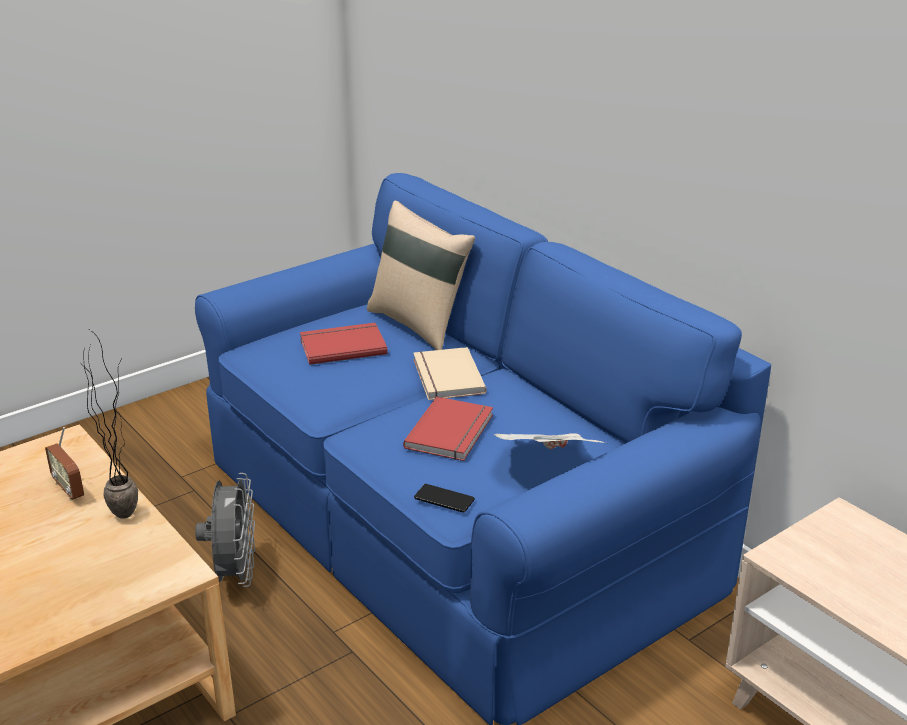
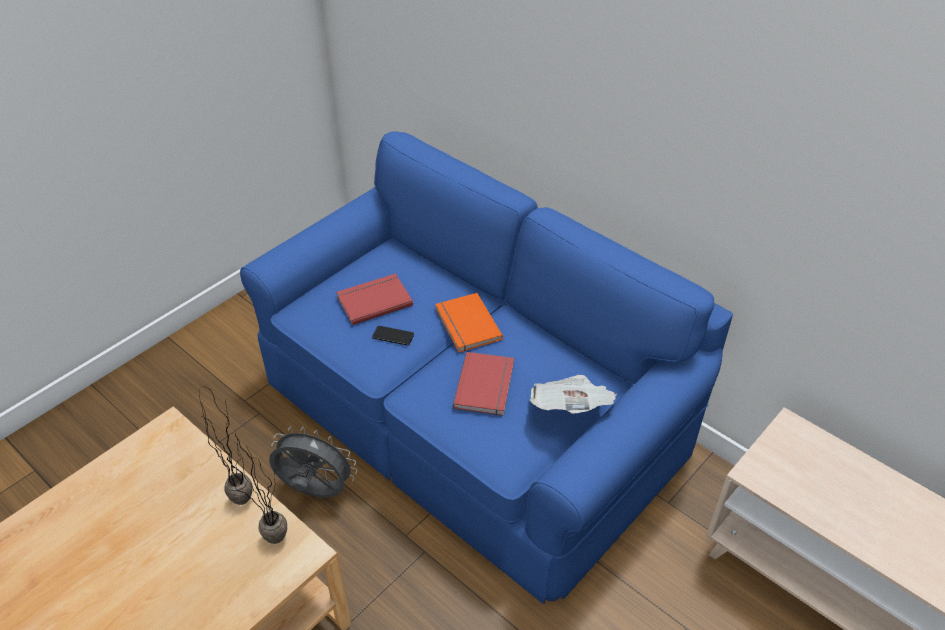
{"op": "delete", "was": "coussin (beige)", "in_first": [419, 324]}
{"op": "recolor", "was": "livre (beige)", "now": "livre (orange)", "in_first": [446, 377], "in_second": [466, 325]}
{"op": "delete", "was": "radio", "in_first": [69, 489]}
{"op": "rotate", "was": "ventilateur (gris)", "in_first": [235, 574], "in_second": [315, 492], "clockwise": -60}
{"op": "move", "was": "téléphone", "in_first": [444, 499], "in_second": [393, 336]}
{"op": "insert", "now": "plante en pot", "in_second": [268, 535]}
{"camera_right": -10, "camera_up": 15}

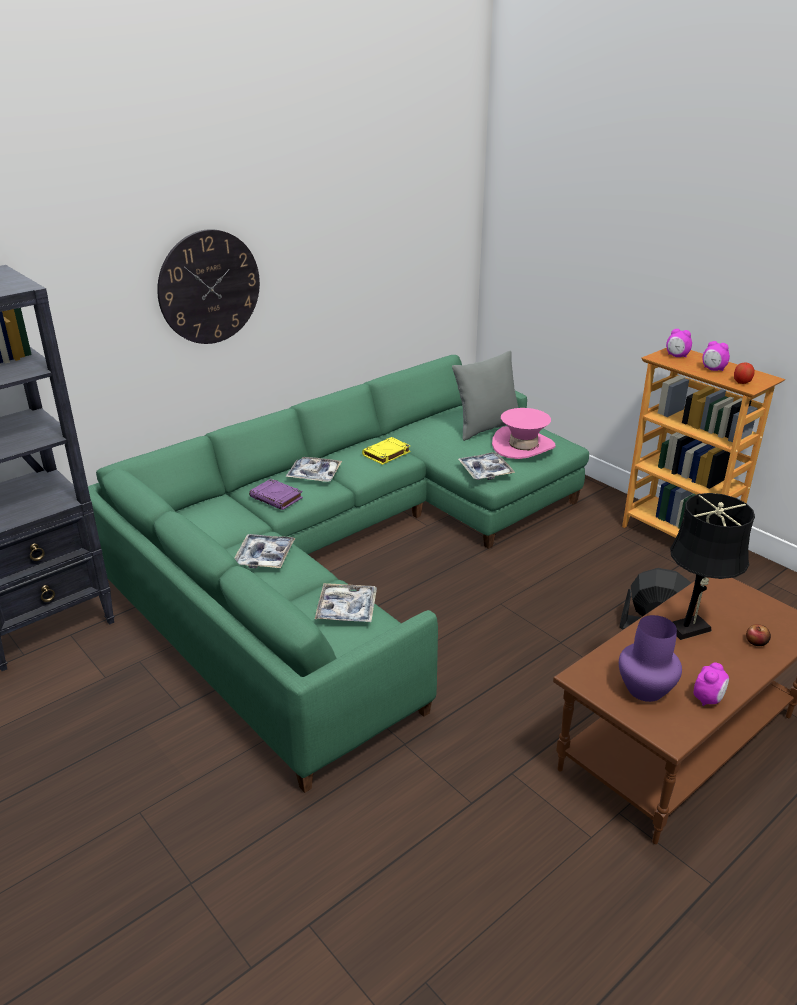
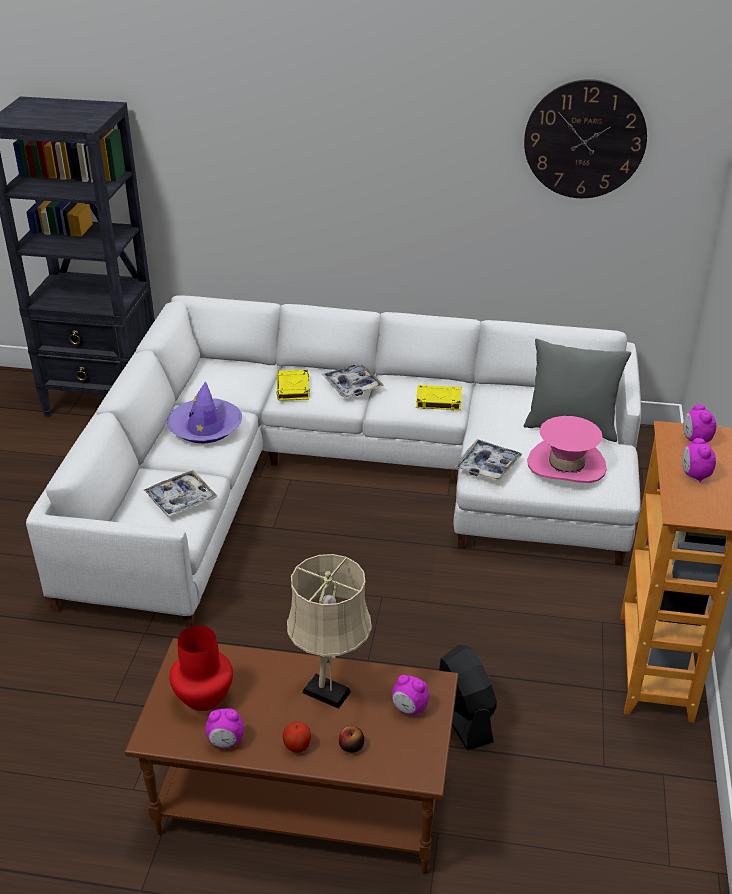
{"op": "move", "was": "horloge murale", "in_first": [209, 287], "in_second": [584, 140]}
{"op": "recolor", "was": "canapé (vert)", "now": "canapé (blanc)", "in_first": [347, 554], "in_second": [346, 477]}
{"op": "move", "was": "pomme", "in_first": [741, 382], "in_second": [297, 746]}
{"op": "recolor", "was": "livre (violet)", "now": "livre (jaune)", "in_first": [277, 498], "in_second": [293, 388]}
{"op": "recolor", "was": "lampe de table (noir)", "now": "lampe de table (beige)", "in_first": [692, 628], "in_second": [330, 694]}
{"op": "replace", "was": "plateau", "now": "chapeau (violet)", "in_first": [264, 557], "in_second": [205, 428]}
{"op": "recolor", "was": "vase (violet)", "now": "vase (rouge)", "in_first": [644, 690], "in_second": [203, 697]}
{"op": "insert", "now": "réveil", "in_second": [409, 708]}
{"camera_right": 50, "camera_up": 5}

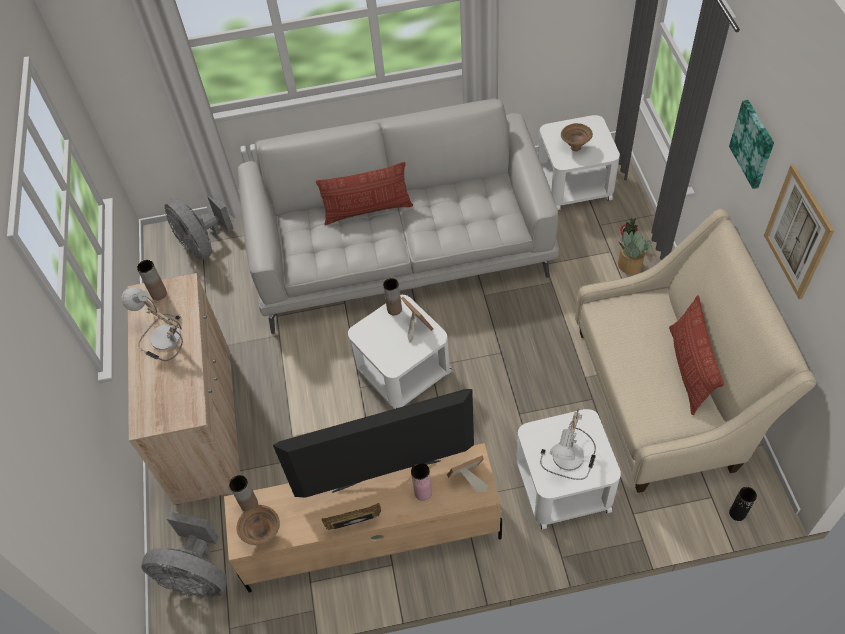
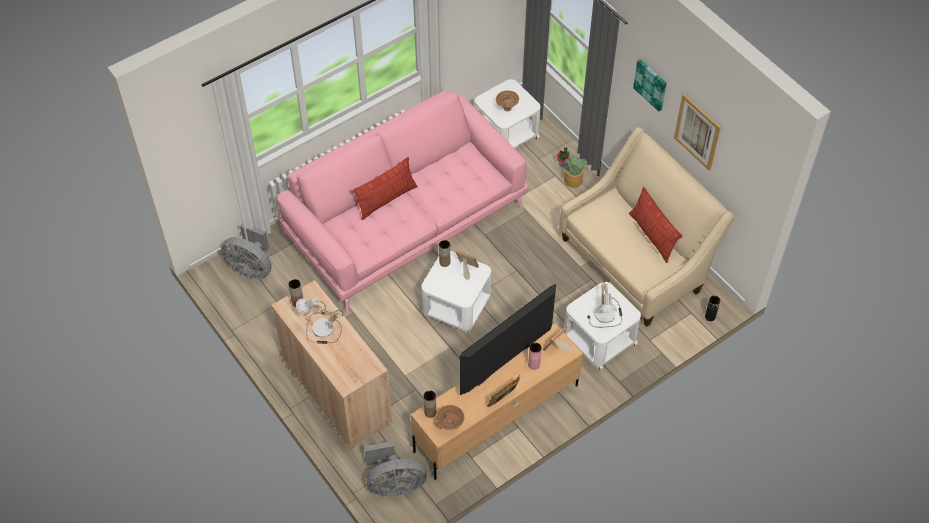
{"op": "recolor", "was": "canapé (blanc)", "now": "canapé (rose)", "in_first": [401, 248], "in_second": [406, 220]}
{"camera_right": -30, "camera_up": 0}

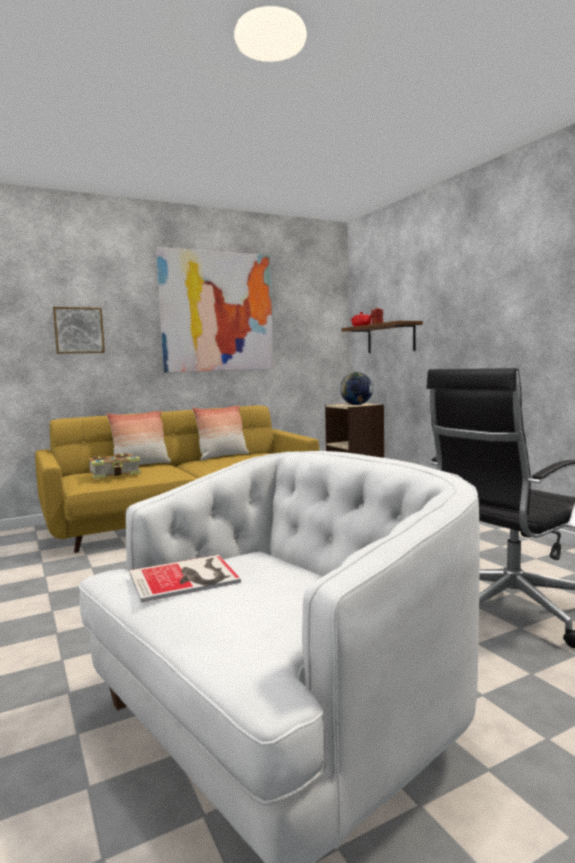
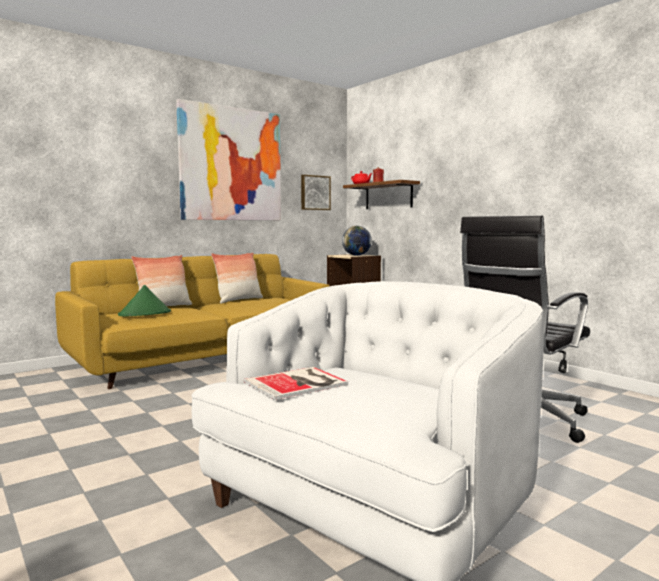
{"op": "move", "was": "tableau", "in_first": [79, 330], "in_second": [315, 192]}
{"op": "replace", "was": "livre", "now": "chapeau (vert)", "in_first": [115, 474], "in_second": [145, 314]}
{"camera_right": -10, "camera_up": 0}

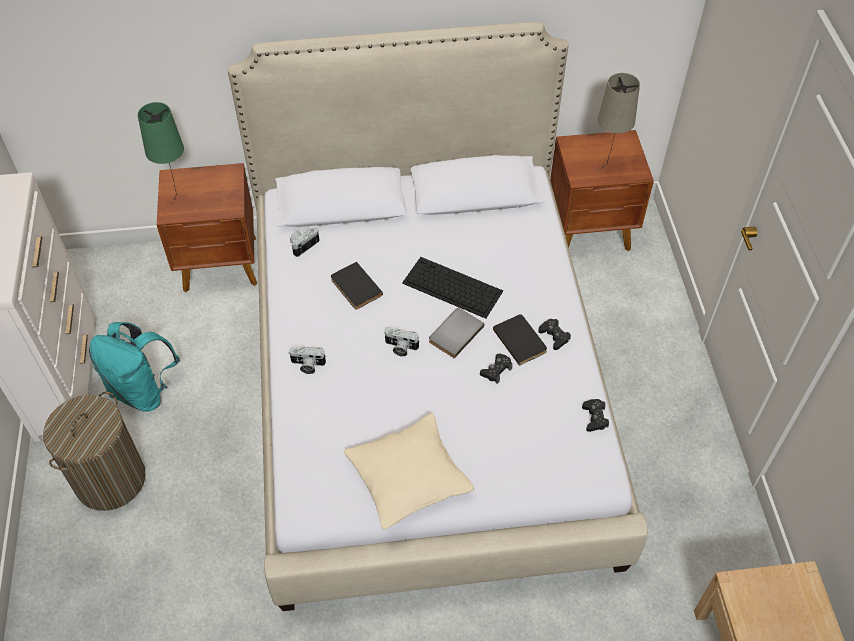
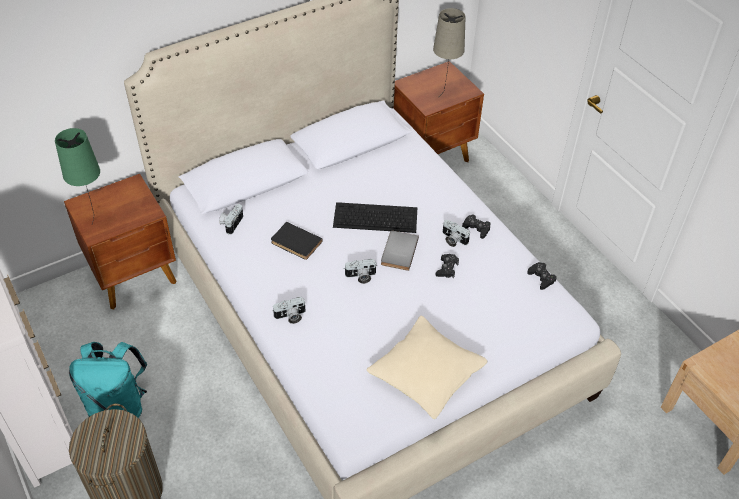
{"op": "replace", "was": "livre (noir)", "now": "appareil photo", "in_first": [521, 340], "in_second": [453, 240]}
{"camera_right": -25, "camera_up": -5}

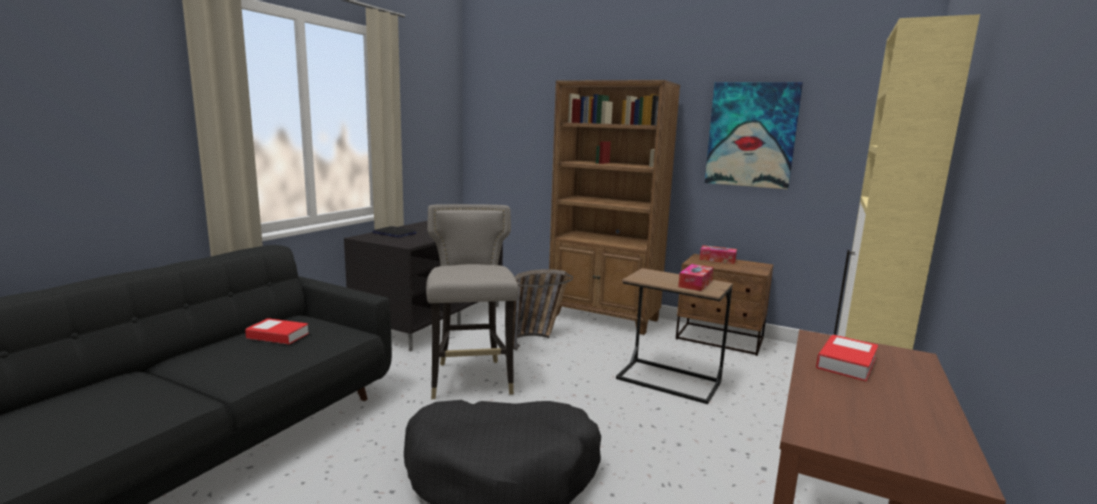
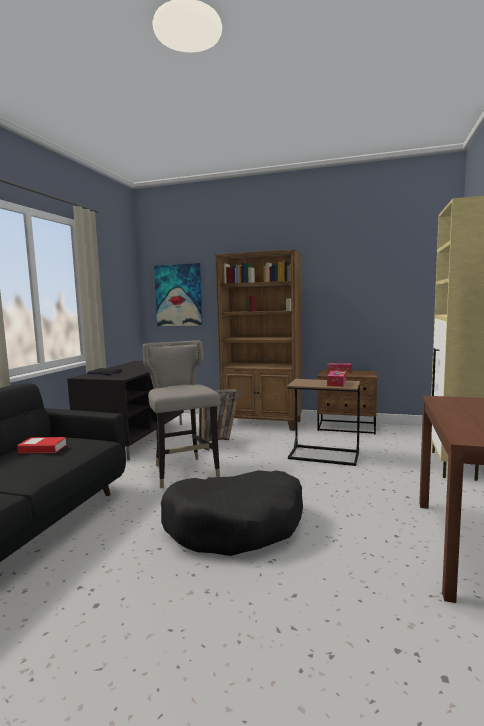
{"op": "move", "was": "tableau", "in_first": [751, 135], "in_second": [178, 295]}
{"op": "delete", "was": "livre", "in_first": [846, 363]}
{"camera_right": -10, "camera_up": -5}

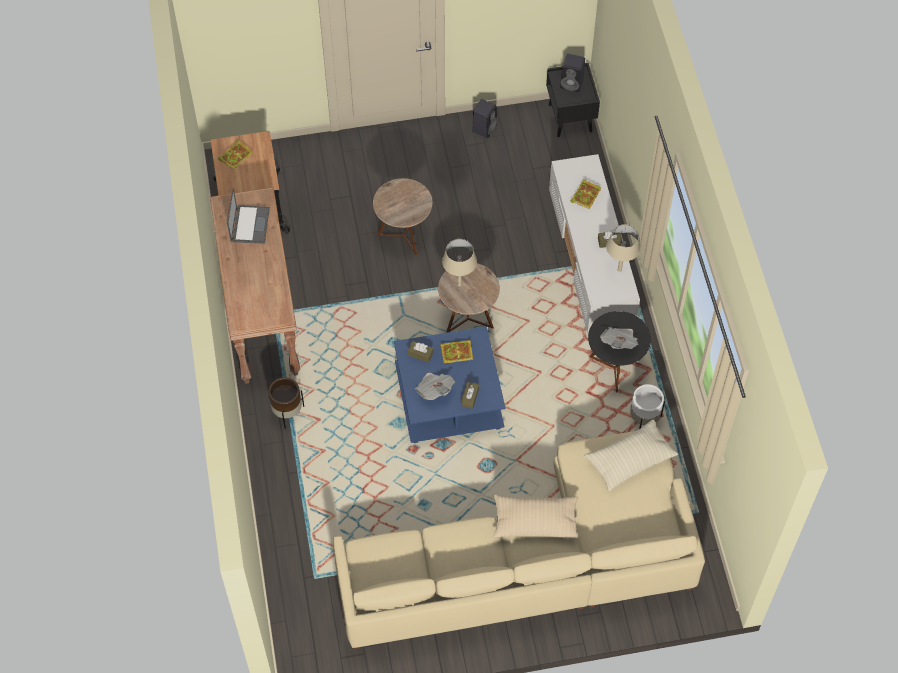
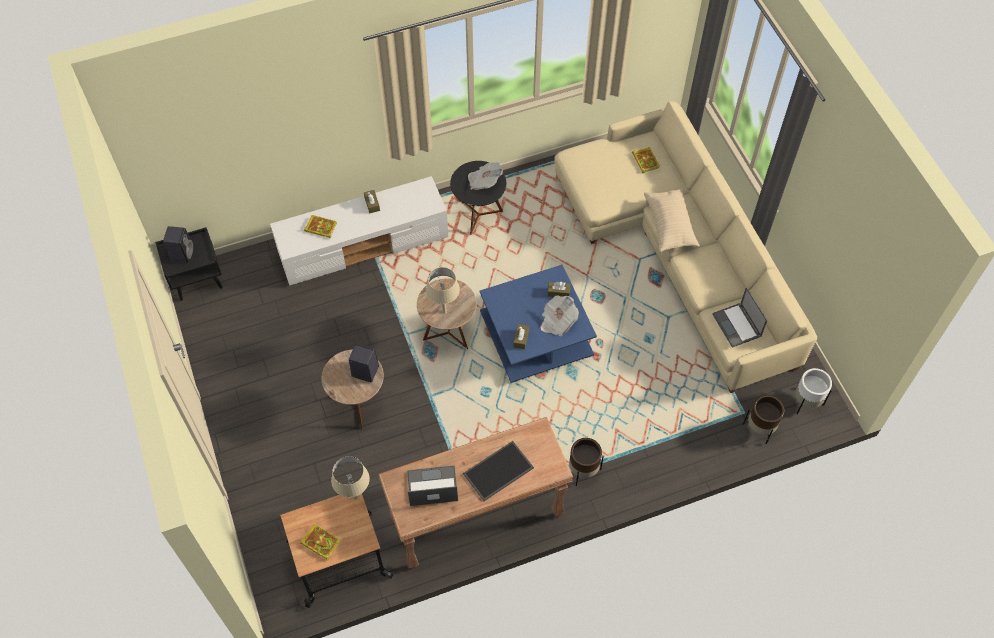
{"op": "move", "was": "enceinte (noir)", "in_first": [484, 128], "in_second": [364, 371]}
{"op": "move", "was": "lampe de table (beige)", "in_first": [619, 270], "in_second": [355, 497]}
{"op": "move", "was": "livre", "in_first": [457, 352], "in_second": [645, 160]}
{"op": "move", "was": "cache-pot (blanc)", "in_first": [643, 420], "in_second": [806, 402]}
{"op": "delete", "was": "coussin (beige)", "in_first": [629, 460]}
{"op": "insert", "now": "ordinateur portable", "in_second": [737, 325]}
{"op": "insert", "now": "cache-pot (marron)", "in_second": [760, 428]}
{"op": "insert", "now": "plateau", "in_second": [498, 472]}
{"camera_right": -100, "camera_up": 0}

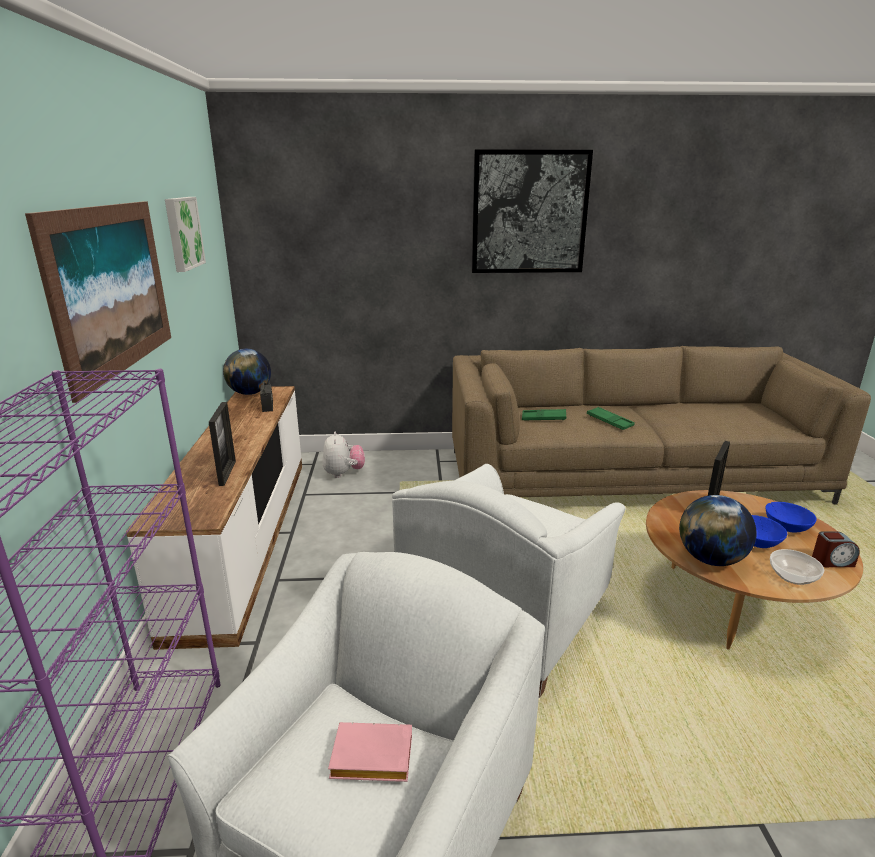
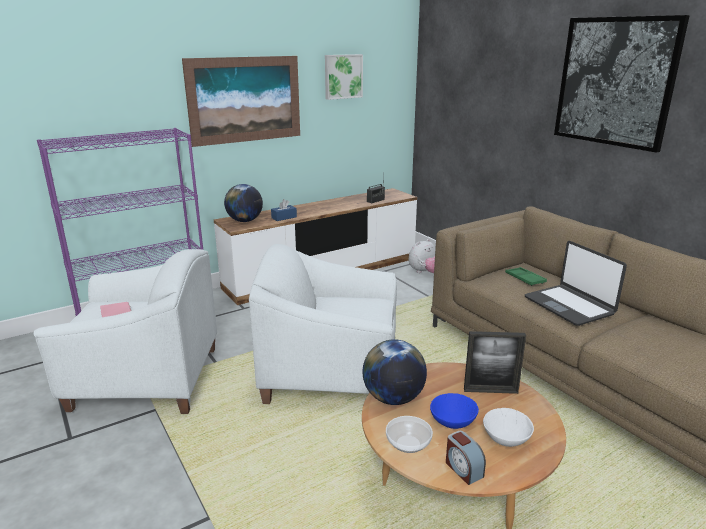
{"op": "move", "was": "globe", "in_first": [250, 393], "in_second": [245, 221]}
{"op": "replace", "was": "cadre photo", "now": "boîte à mouchoirs (bleu)", "in_first": [227, 473], "in_second": [284, 217]}
{"op": "replace", "was": "plateau (vert)", "now": "ordinateur portable", "in_first": [609, 421], "in_second": [569, 305]}
{"op": "recolor", "was": "bol (bleu)", "now": "bol (blanc)", "in_first": [786, 526], "in_second": [507, 438]}
{"camera_right": 60, "camera_up": 0}

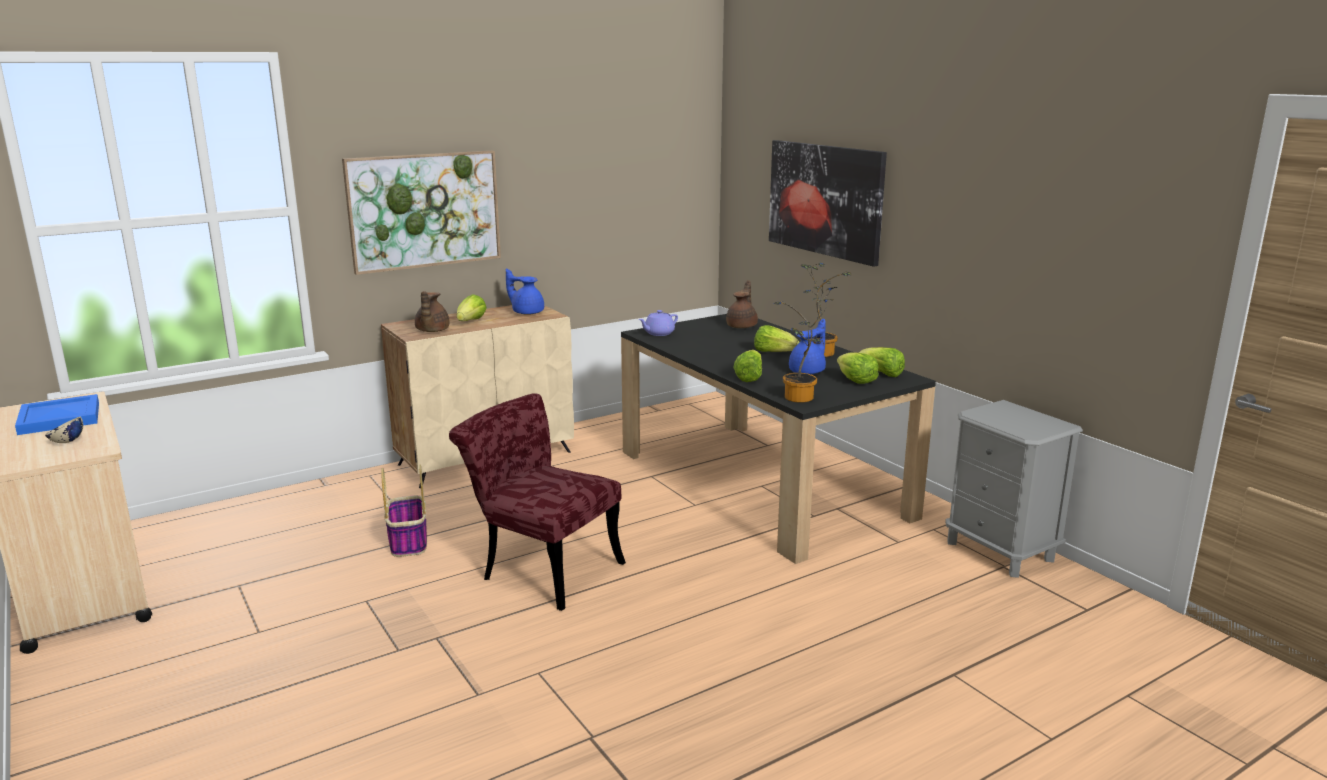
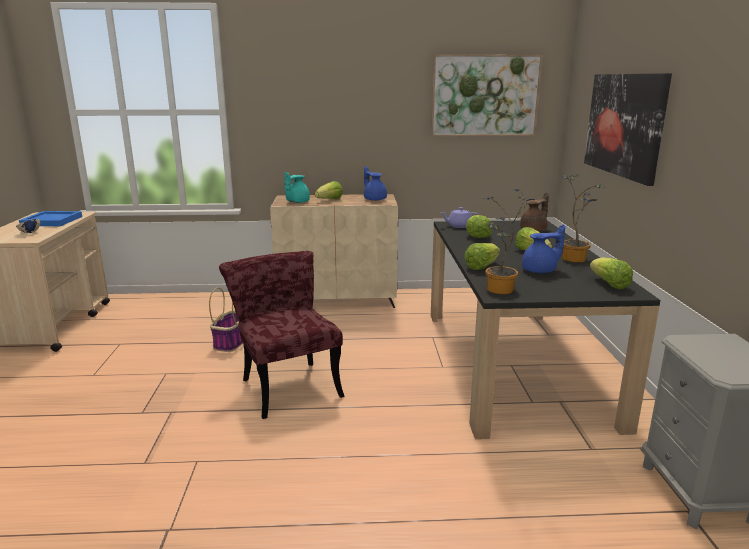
{"op": "move", "was": "tableau", "in_first": [424, 210], "in_second": [485, 96]}
{"op": "recolor", "was": "théière (marron)", "now": "théière (turquoise)", "in_first": [431, 331], "in_second": [296, 202]}
{"op": "move", "was": "laitue", "in_first": [856, 380], "in_second": [477, 235]}
{"camera_right": 30, "camera_up": 0}

